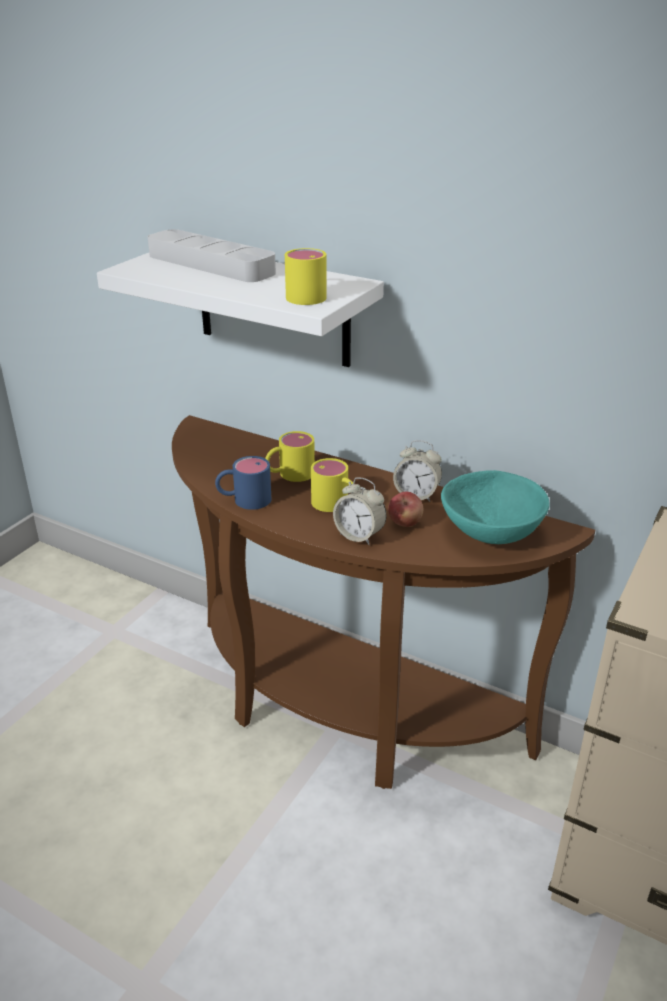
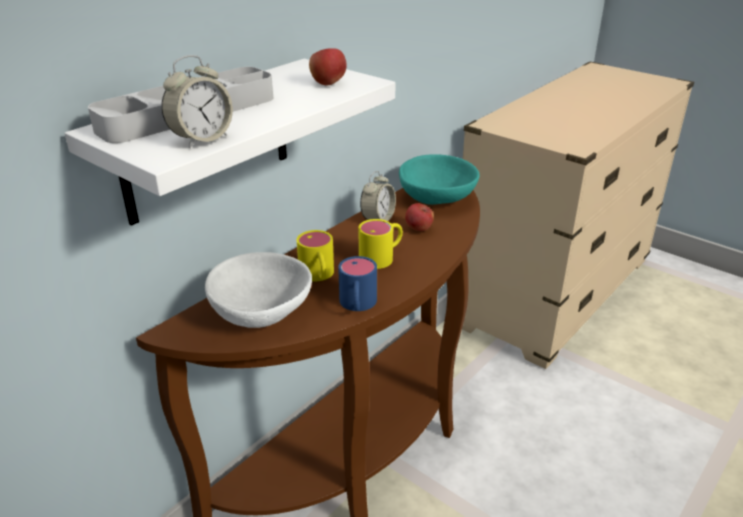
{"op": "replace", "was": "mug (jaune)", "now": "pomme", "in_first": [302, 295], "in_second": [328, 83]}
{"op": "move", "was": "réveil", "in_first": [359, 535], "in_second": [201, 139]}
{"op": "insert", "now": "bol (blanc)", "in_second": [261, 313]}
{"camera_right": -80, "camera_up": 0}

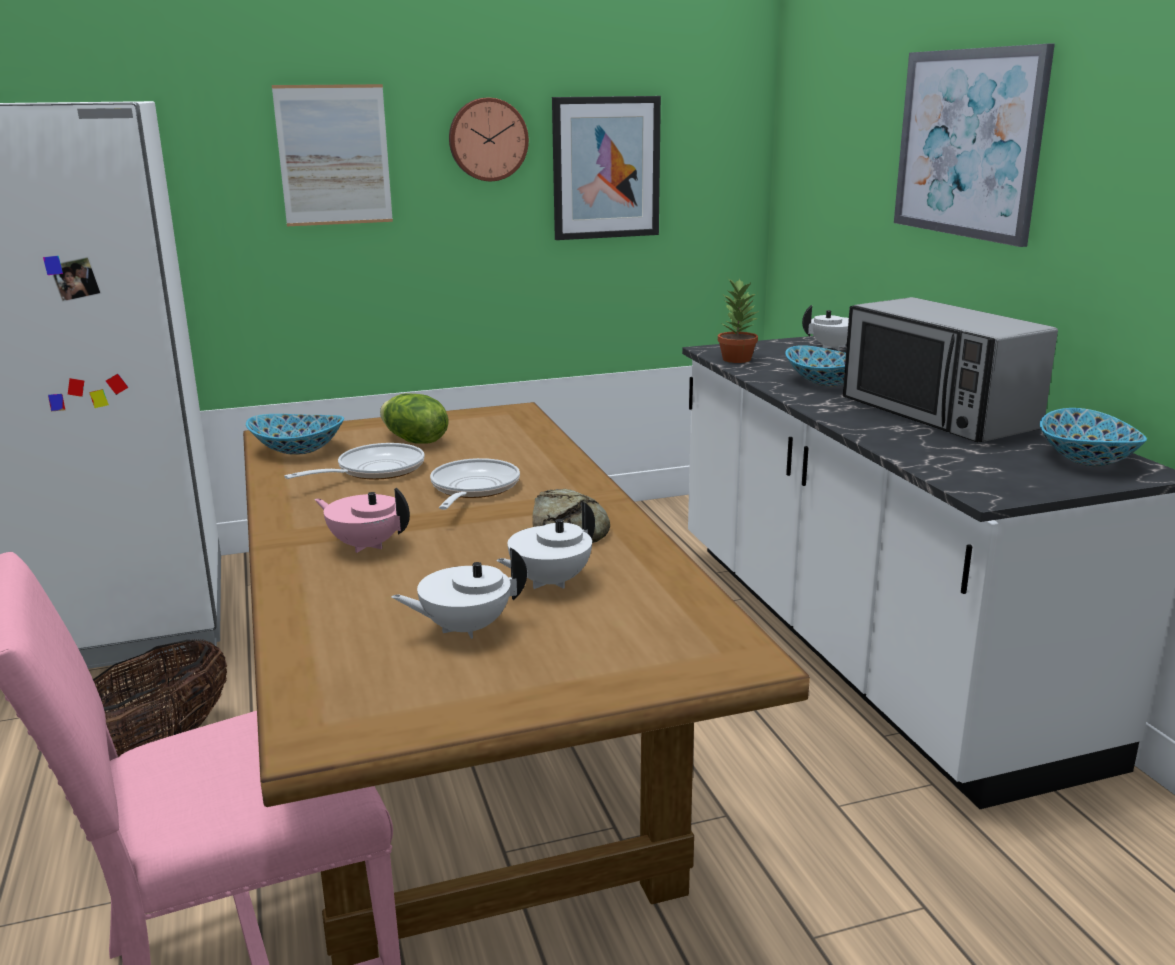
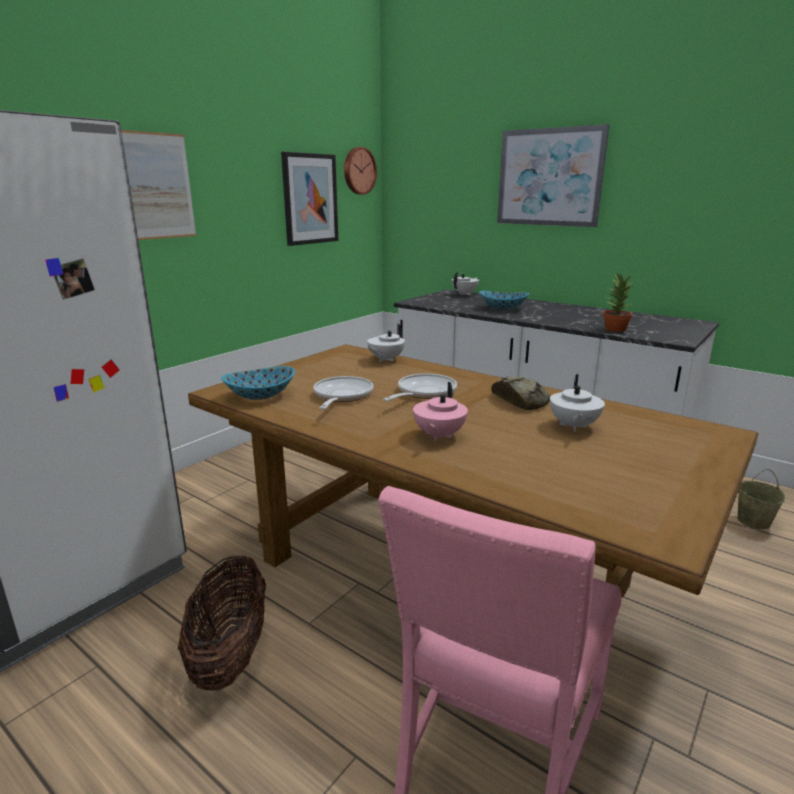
{"op": "move", "was": "horloge murale", "in_first": [487, 139], "in_second": [358, 171]}
{"op": "move", "was": "plante en pot", "in_first": [736, 359], "in_second": [614, 329]}
{"op": "delete", "was": "micro-ondes", "in_first": [936, 414]}
{"op": "delete", "was": "laitue", "in_first": [414, 441]}
{"op": "delete", "was": "bol", "in_first": [1088, 459]}
{"op": "rotate", "was": "poêle", "in_first": [472, 489], "in_second": [423, 393], "clockwise": 60}
{"op": "rotate", "was": "théière (rose)", "in_first": [366, 545], "in_second": [438, 435], "clockwise": -60}
{"op": "move", "was": "théière (blanc)", "in_first": [464, 628], "in_second": [385, 359]}
{"op": "insert", "now": "seau (beige)", "in_second": [753, 521]}
{"camera_right": -35, "camera_up": 0}

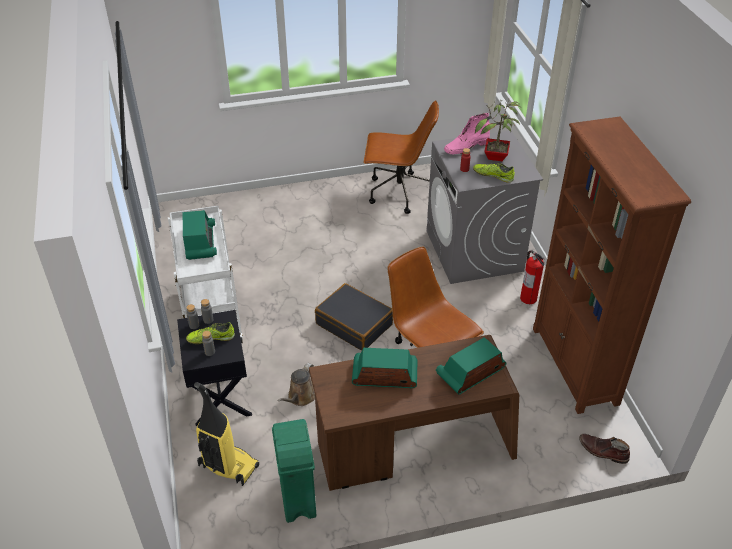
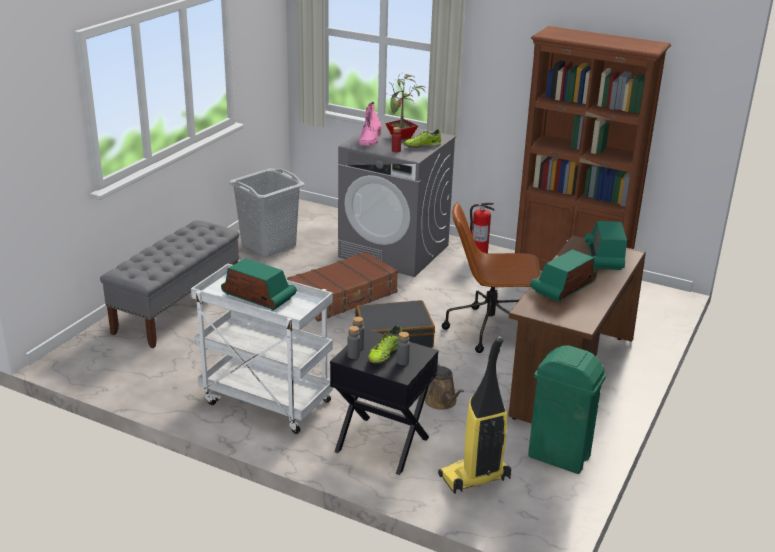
{"op": "replace", "was": "chaise de bureau (marron)", "now": "panier à linge (gris)", "in_first": [398, 193], "in_second": [269, 245]}
{"op": "delete", "was": "botte (marron)", "in_first": [603, 451]}
{"op": "insert", "now": "banc (gris)", "in_second": [178, 308]}
{"op": "insert", "now": "valise (marron)", "in_second": [343, 297]}
{"camera_right": -50, "camera_up": -15}

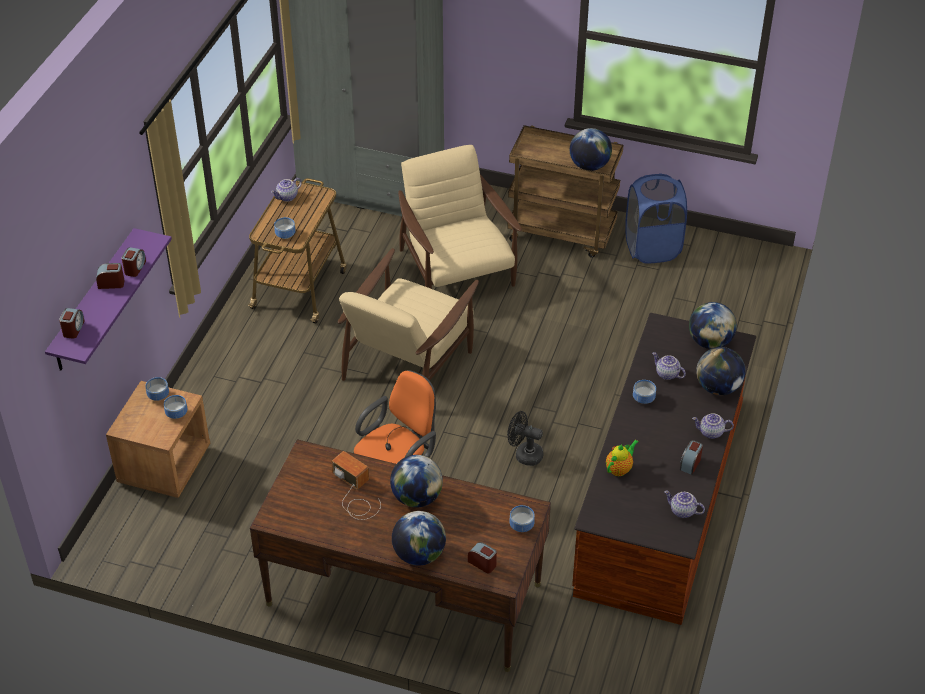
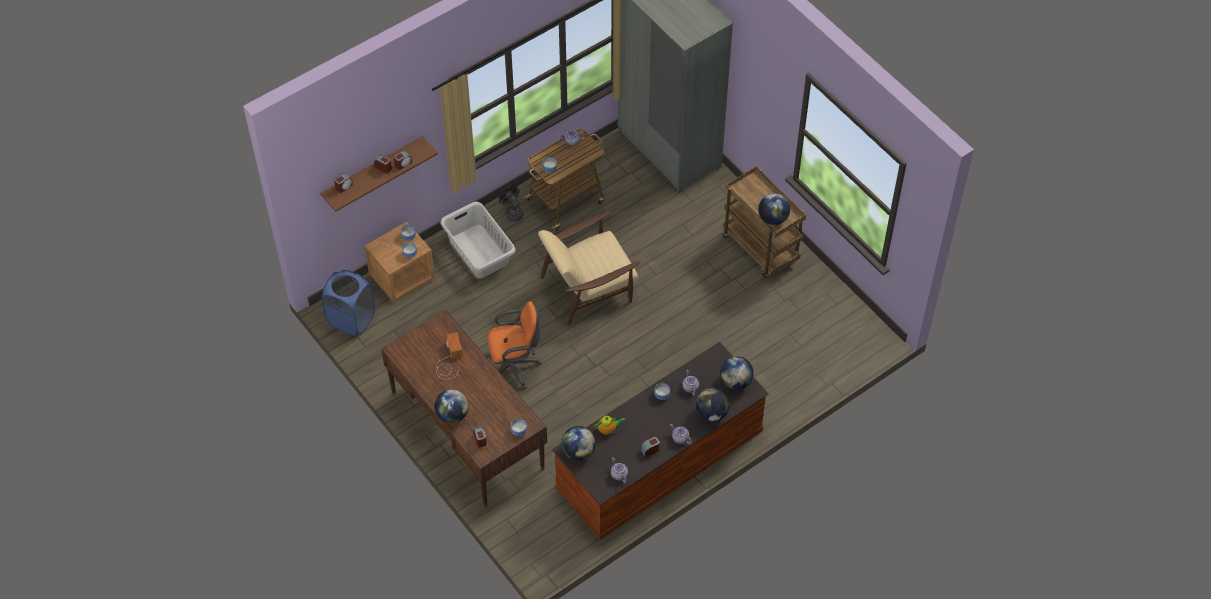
{"op": "delete", "was": "fauteuil (beige)", "in_first": [457, 271]}
{"op": "move", "was": "panier à linge (bleu)", "in_first": [652, 248], "in_second": [351, 319]}
{"op": "recolor", "was": "étagère (violet)", "now": "étagère (marron)", "in_first": [94, 302], "in_second": [373, 172]}
{"op": "move", "was": "ventilateur (noir)", "in_first": [524, 454], "in_second": [512, 212]}
{"op": "move", "was": "globe", "in_first": [417, 497], "in_second": [578, 451]}
{"op": "insert", "now": "panier à linge (gris)", "in_second": [479, 251]}
{"camera_right": 35, "camera_up": 10}

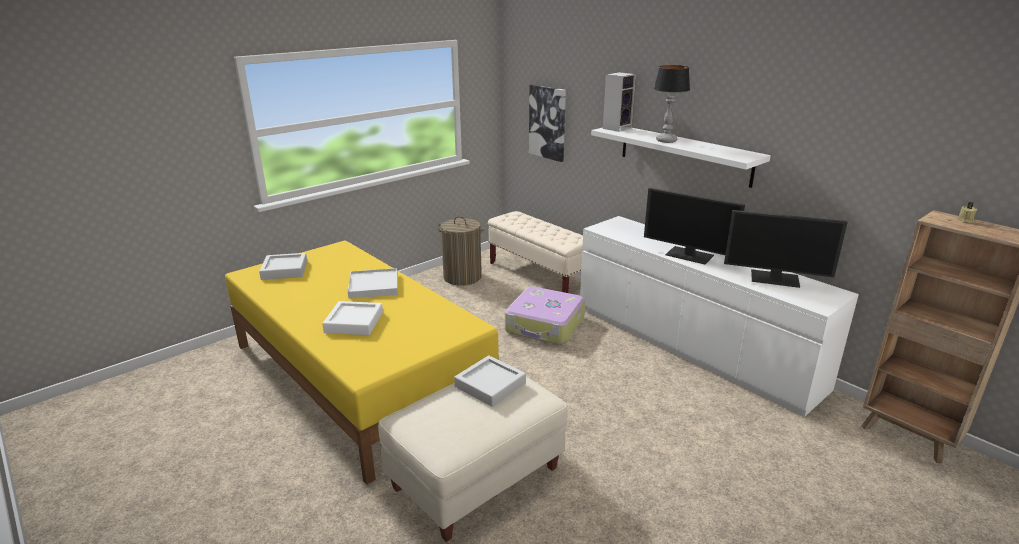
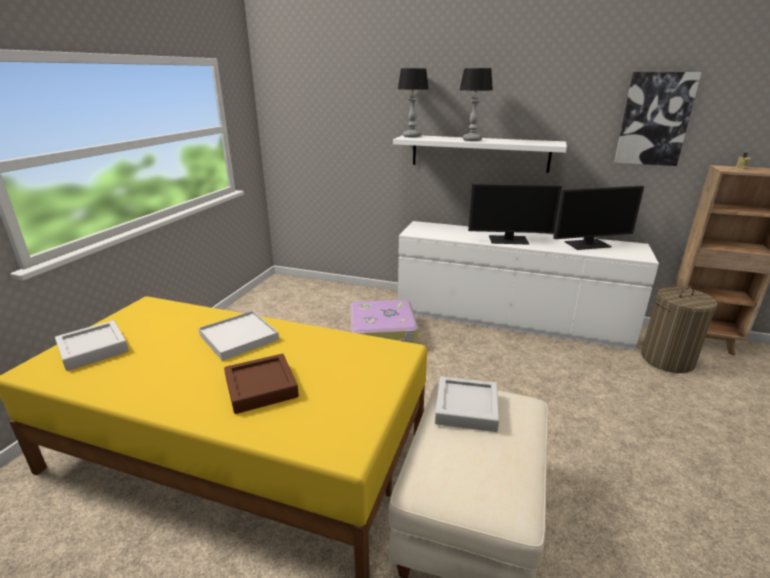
{"op": "replace", "was": "enceinte", "now": "lampe de table", "in_first": [617, 128], "in_second": [411, 136]}
{"op": "move", "was": "tableau", "in_first": [548, 122], "in_second": [654, 119]}
{"op": "delete", "was": "banc (beige)", "in_first": [540, 274]}
{"op": "move", "was": "panier à linge", "in_first": [462, 277], "in_second": [667, 359]}
{"op": "recolor", "was": "plateau (blanc)", "now": "plateau (marron)", "in_first": [354, 322], "in_second": [261, 387]}
{"camera_right": -30, "camera_up": 0}

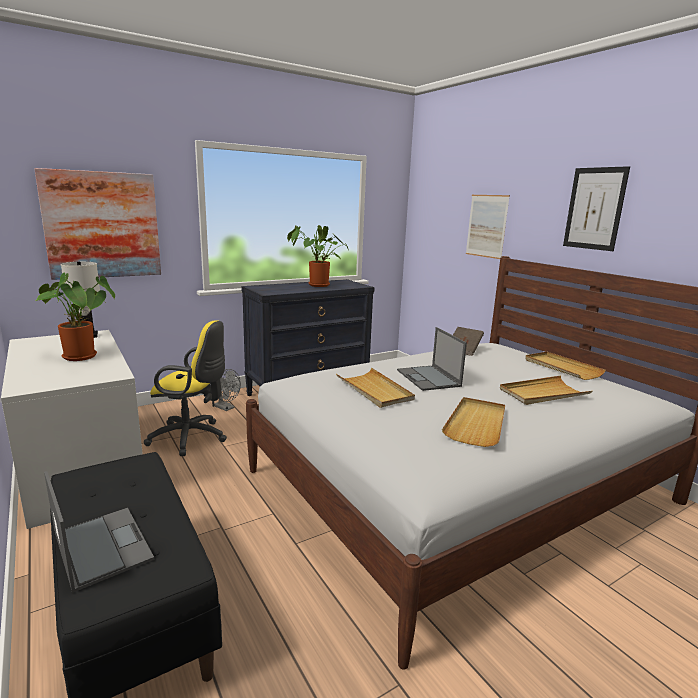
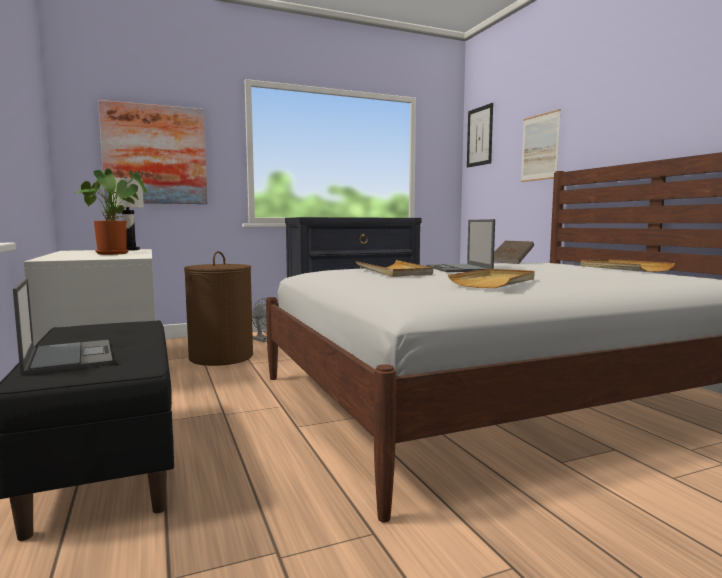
{"op": "move", "was": "tableau", "in_first": [594, 208], "in_second": [479, 136]}
{"op": "delete", "was": "plante en pot", "in_first": [316, 285]}
{"op": "replace", "was": "chaise de bureau (jaune)", "now": "panier à linge (marron)", "in_first": [192, 438], "in_second": [221, 357]}
{"op": "delete", "was": "plateau (beige)", "in_first": [543, 393]}
{"camera_right": 10, "camera_up": -10}

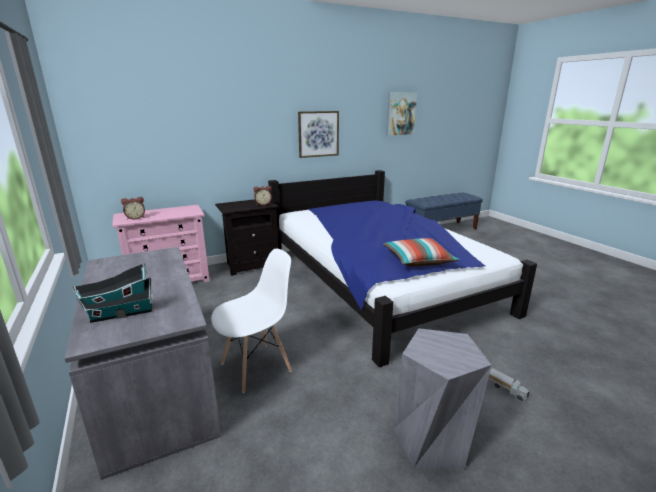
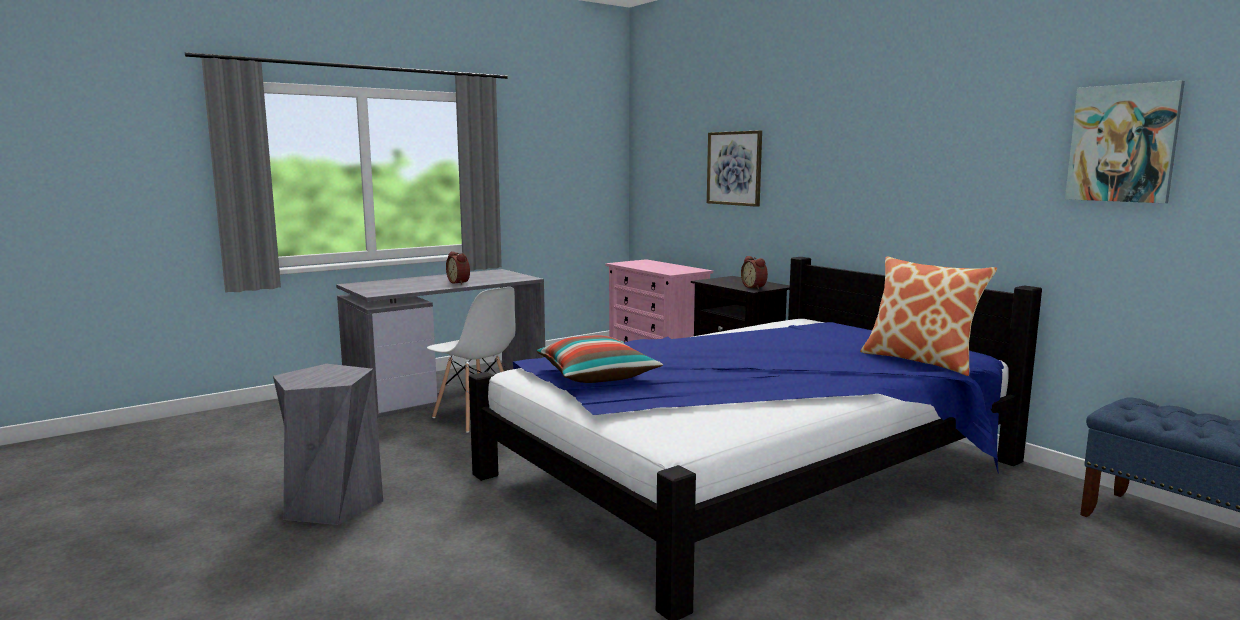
{"op": "move", "was": "tableau", "in_first": [318, 134], "in_second": [734, 168]}
{"op": "move", "was": "réveil", "in_first": [135, 218], "in_second": [460, 282]}
{"op": "delete", "was": "maison miniature", "in_first": [120, 314]}
{"op": "delete", "was": "camion jouet", "in_first": [507, 389]}
{"op": "insert", "now": "coussin", "in_second": [921, 361]}
{"camera_right": 80, "camera_up": -10}

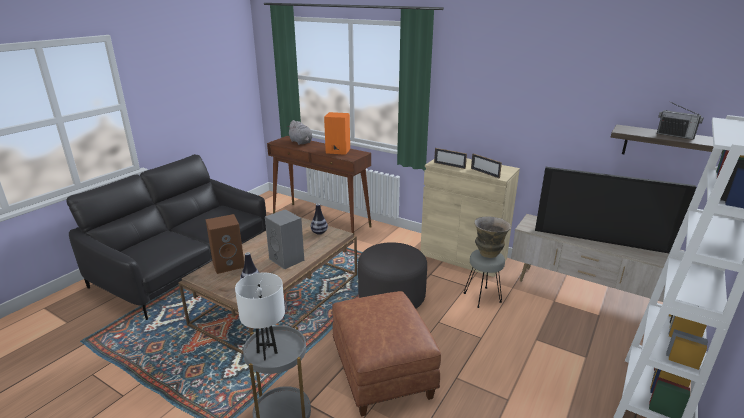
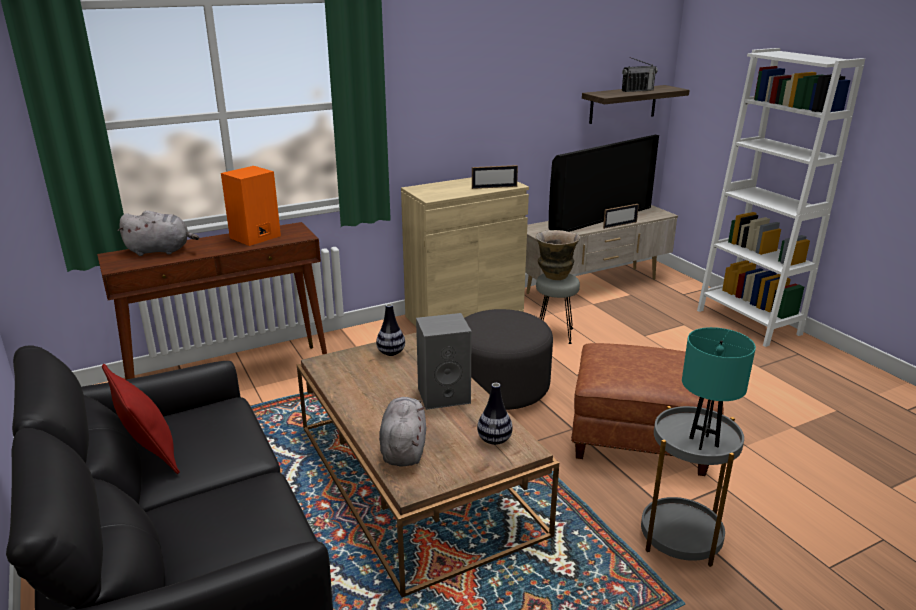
{"op": "move", "was": "cadre photo", "in_first": [449, 165], "in_second": [620, 225]}
{"op": "replace", "was": "enceinte (marron)", "now": "peluche (gris)", "in_first": [229, 264], "in_second": [403, 448]}
{"op": "recolor", "was": "lampe de table (blanc)", "now": "lampe de table (turquoise)", "in_first": [267, 353], "in_second": [704, 442]}
{"op": "insert", "now": "coussin (rouge)", "in_second": [150, 454]}
{"camera_right": -60, "camera_up": 0}

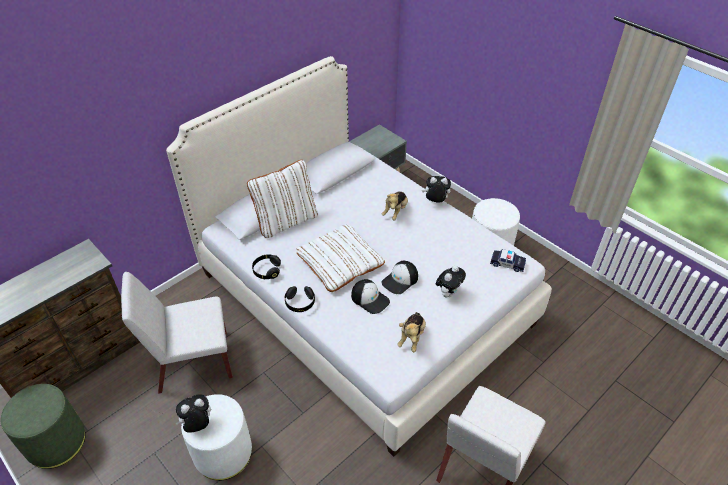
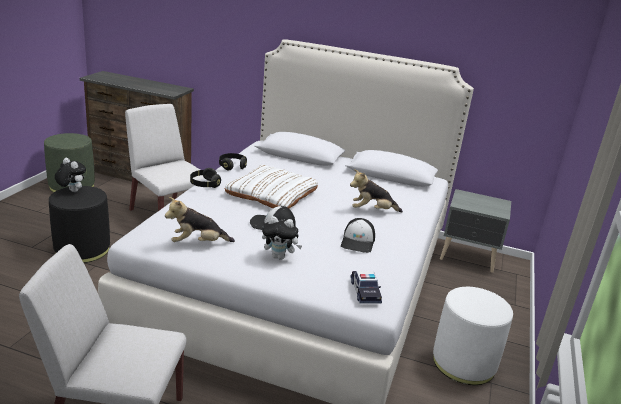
{"op": "delete", "was": "coussin (blanc)", "in_first": [286, 221]}
{"op": "delete", "was": "peluche", "in_first": [435, 202]}
{"op": "move", "was": "casquette", "in_first": [370, 299], "in_second": [358, 242]}
{"op": "recolor", "was": "pouf (blanc)", "now": "pouf (noir)", "in_first": [223, 453], "in_second": [82, 249]}
{"camera_right": 60, "camera_up": -20}

